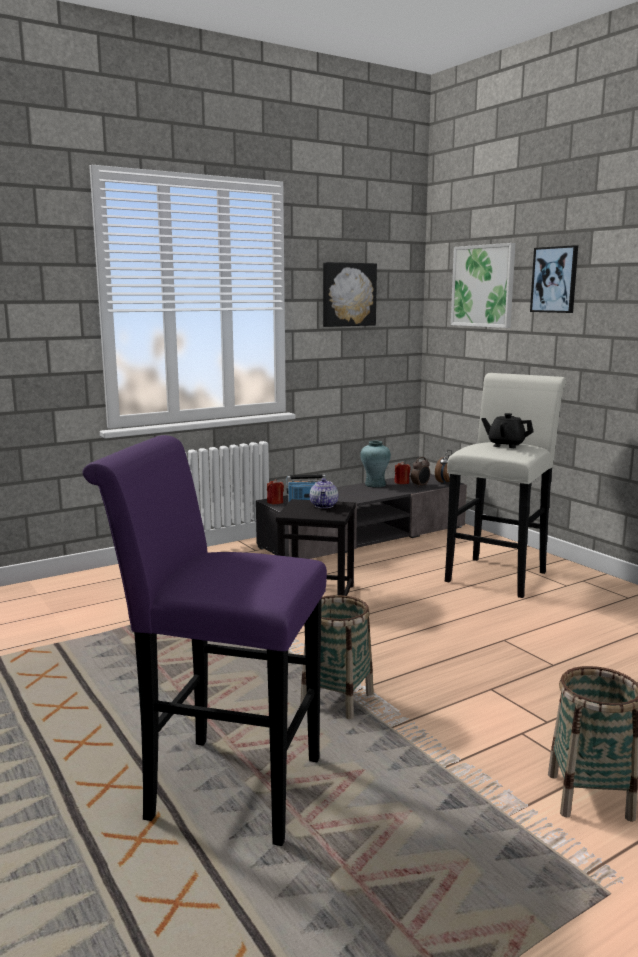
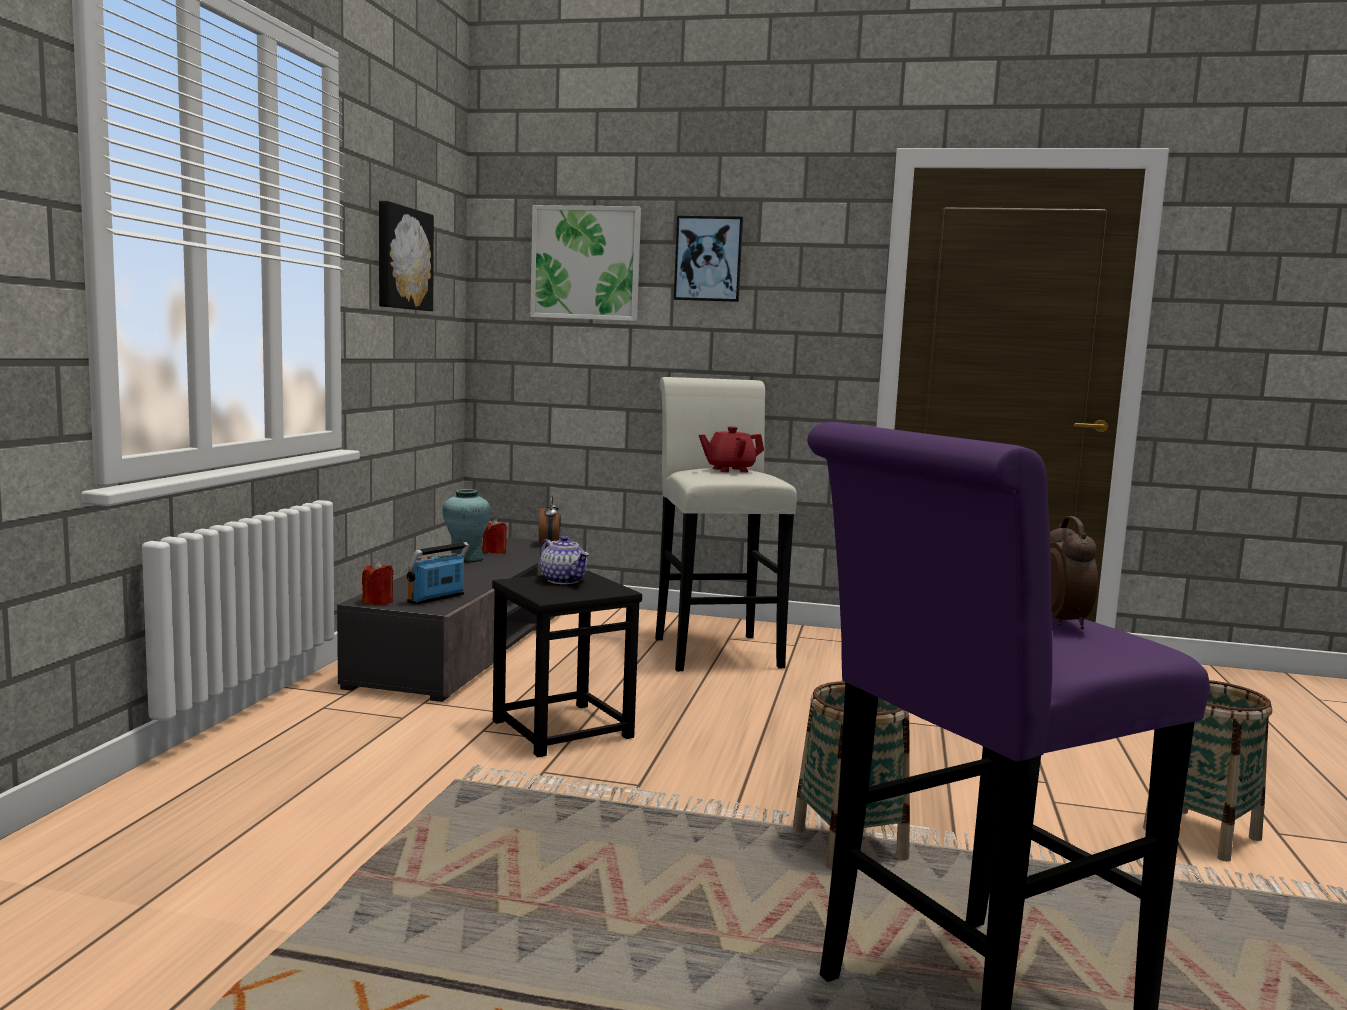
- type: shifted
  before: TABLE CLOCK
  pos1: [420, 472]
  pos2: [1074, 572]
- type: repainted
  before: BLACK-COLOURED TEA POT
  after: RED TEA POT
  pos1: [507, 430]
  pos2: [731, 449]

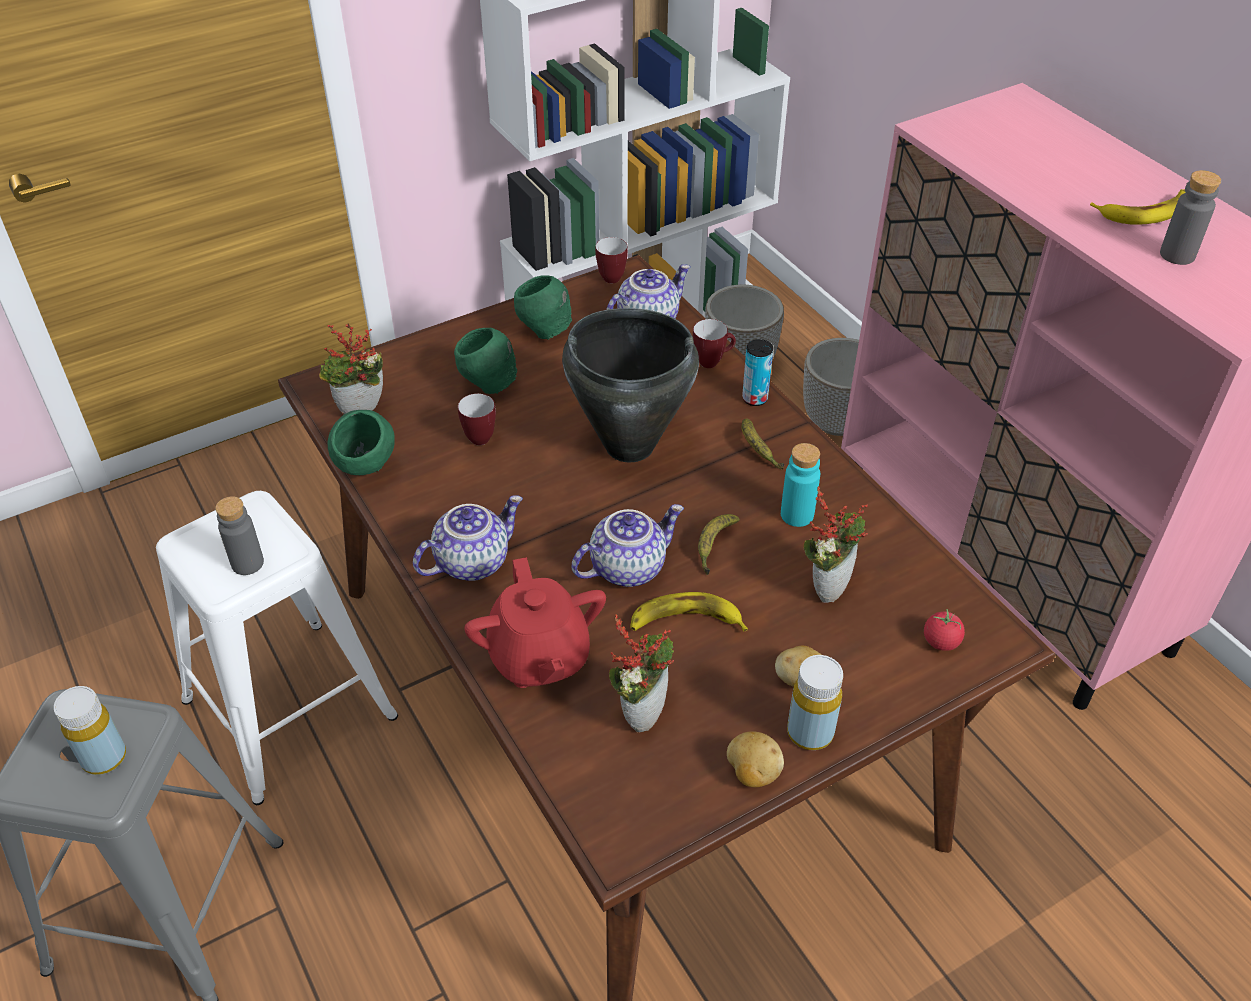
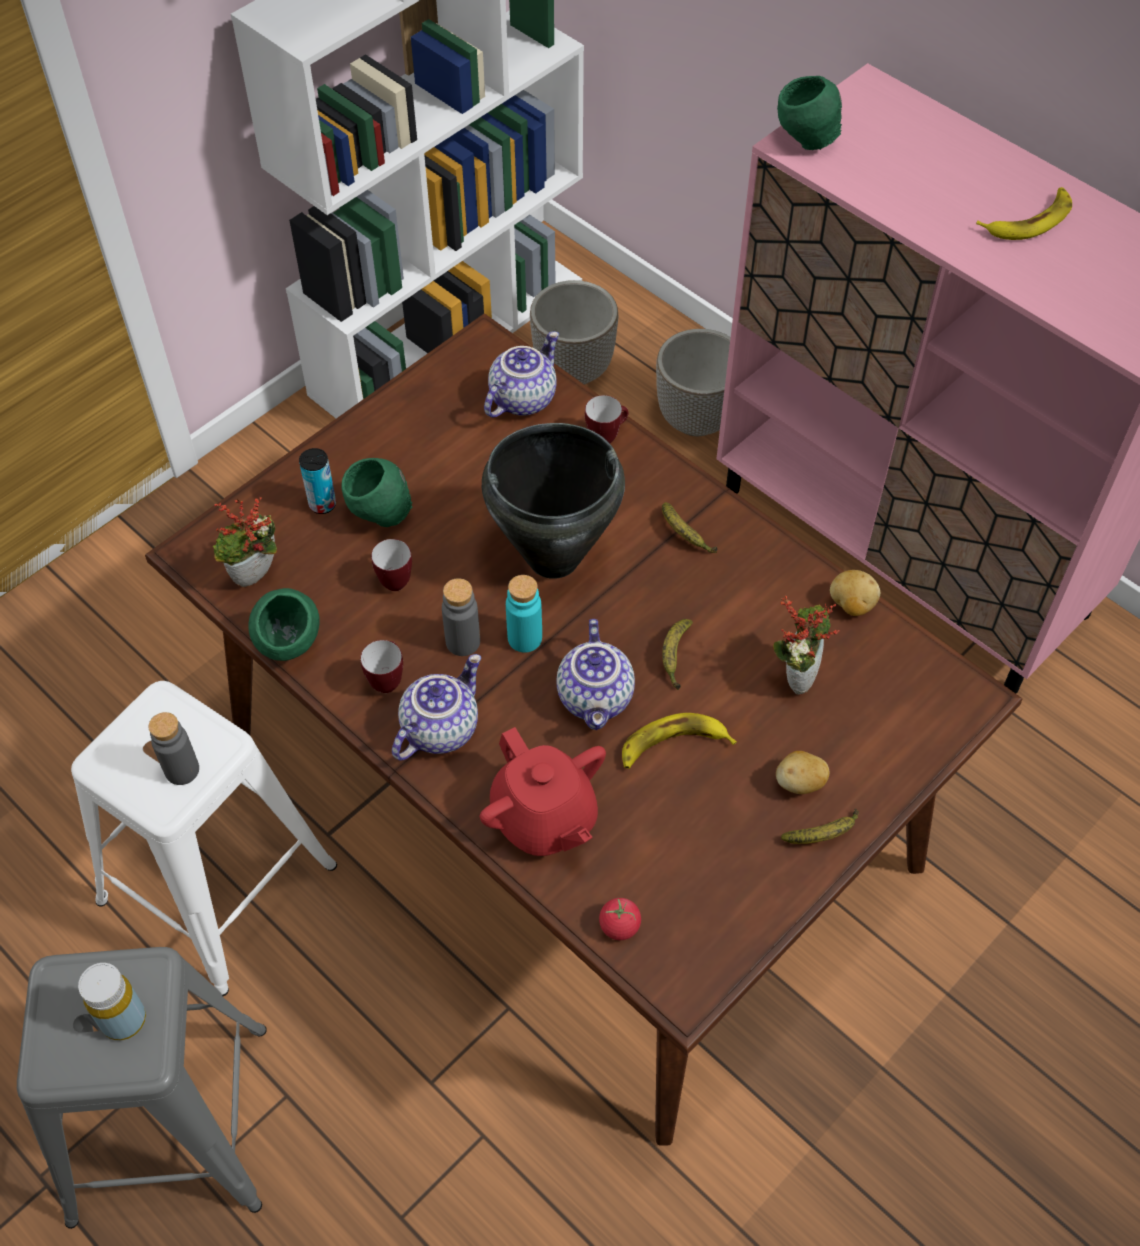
- type: shifted
  before: GREEN-COLOURED BOWL
  pos1: [543, 307]
  pos2: [809, 113]
- type: rotated
  before: TEA POT
  pos1: [628, 545]
  pos2: [595, 674]
  turn: 135
- type: shifted
  before: MUG
  pos1: [611, 260]
  pos2: [381, 666]
- type: gone
  before: HOUSEPLANT
  pos1: [641, 673]
- type: shifted
  before: SPUD
  pos1: [755, 759]
  pos2: [855, 593]
- type: shifted
  before: CAN
  pos1: [757, 372]
  pos2: [317, 481]
- type: shifted
  before: TURQUOISE-COLOURED DRINK BOTTLE
  pos1: [800, 485]
  pos2: [524, 614]
- type: swapped
  before: YELLOW DRINK BOTTLE
  after: BANANA FRUIT
  pos1: [815, 702]
  pos2: [820, 826]
- type: shifted
  before: FRESH TOMATO
  pos1: [944, 630]
  pos2: [620, 919]
- type: shifted
  before: GREY DRINK BOTTLE
  pos1: [1190, 217]
  pos2: [461, 617]

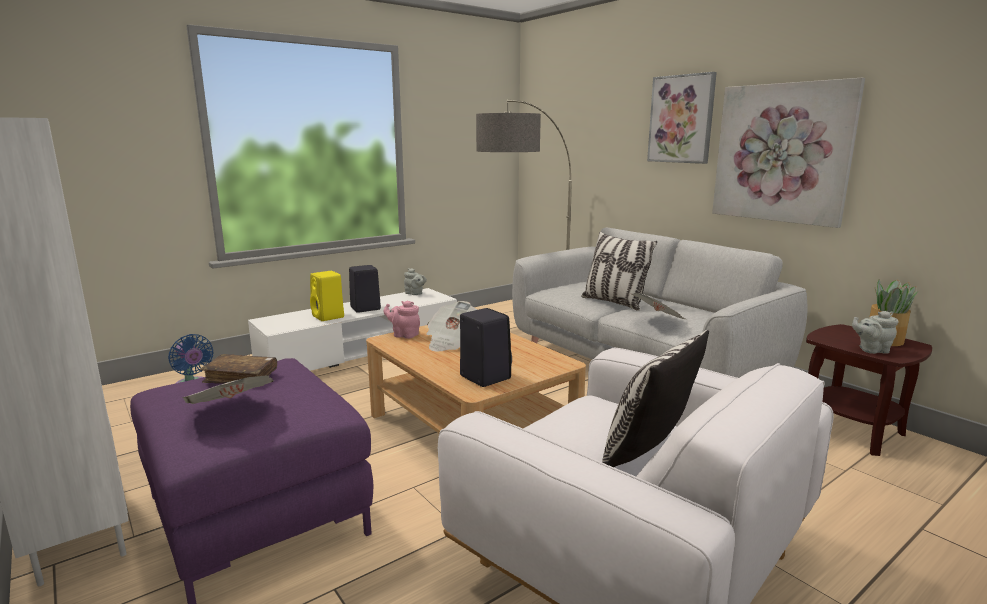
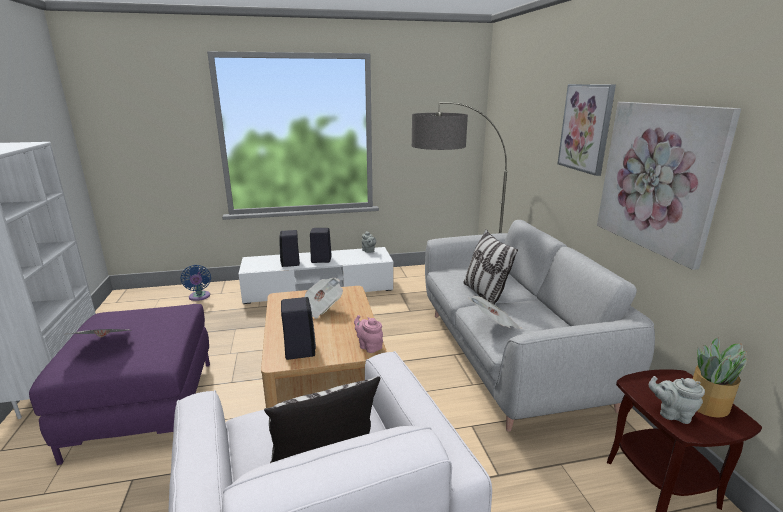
- type: gone
  before: BROWN BOOK
  pos1: [238, 369]
- type: repainted
  before: YELLOW SPEAKER
  after: BLACK-COLOURED SPEAKER
  pos1: [327, 296]
  pos2: [289, 248]
- type: shifted
  before: PINK TEA POT
  pos1: [401, 320]
  pos2: [368, 334]

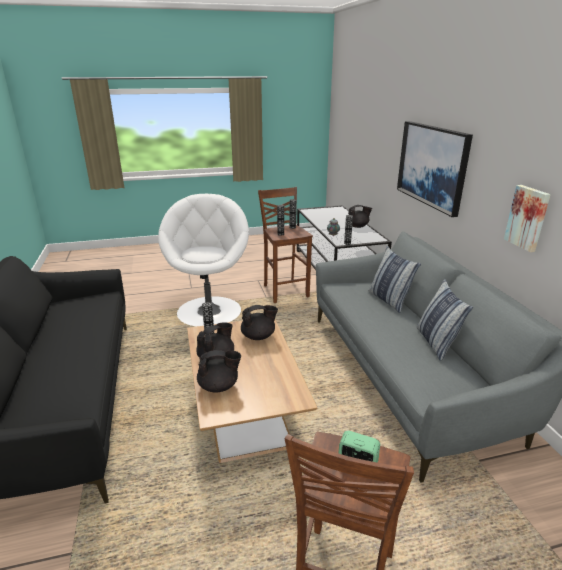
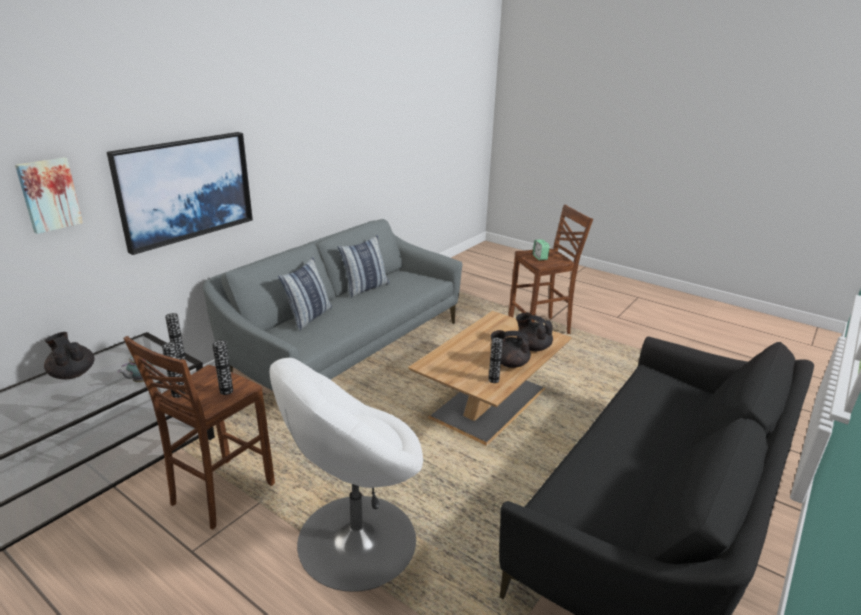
- type: gone
  before: BLACK-COLOURED TEA POT
  pos1: [259, 322]
- type: shifted
  before: WALL ART
  pos1: [527, 218]
  pos2: [49, 195]

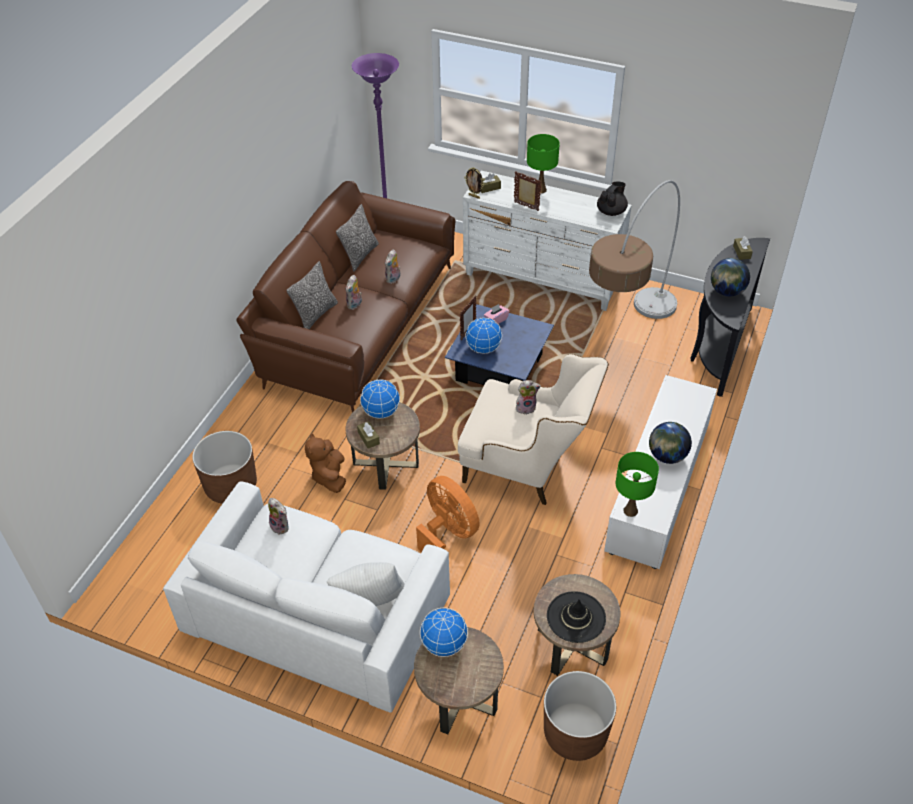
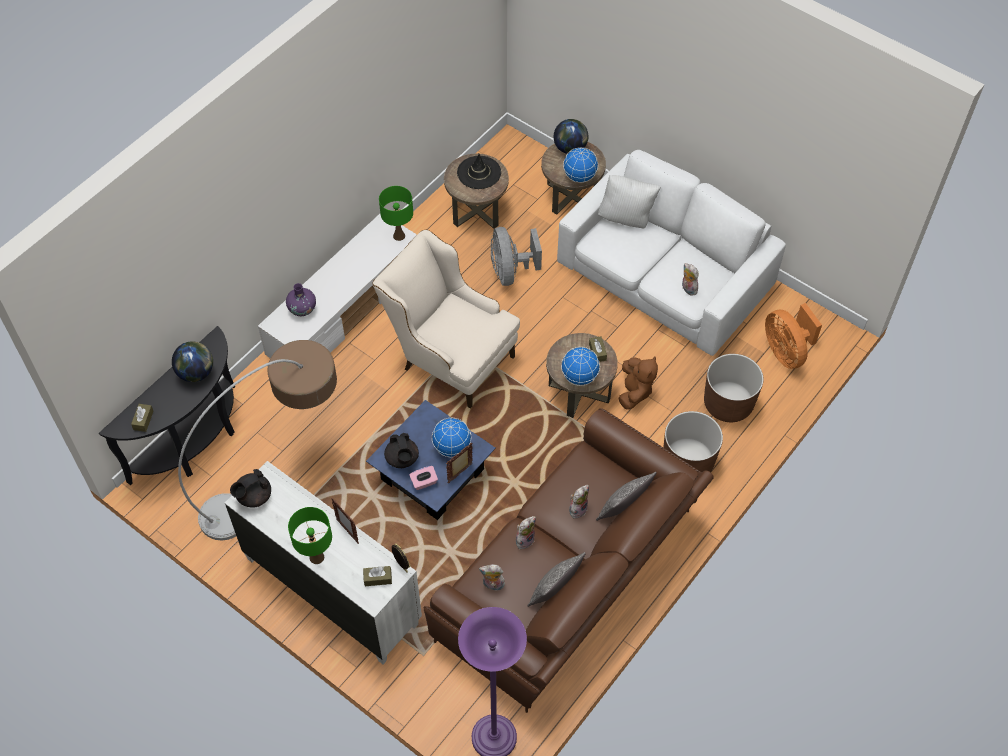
- type: shifted
  before: ORANGE ELECTRIC FAN
  pos1: [448, 514]
  pos2: [793, 336]
- type: shifted
  before: PLUSH TOY
  pos1: [528, 397]
  pos2: [492, 577]
- type: shifted
  before: BROWN PLANT POT
  pos1: [580, 716]
  pos2: [693, 441]
- type: shifted
  before: DESK GLOBE
  pos1: [670, 443]
  pos2: [571, 136]
- type: new
  after: PURPLE-COLOURED FLOWER VASE
  pos2: [301, 299]
- type: new
  after: BLACK-COLOURED TEA POT
  pos2: [401, 450]
- type: new
  after: GREY ELECTRIC FAN
  pos2: [516, 256]

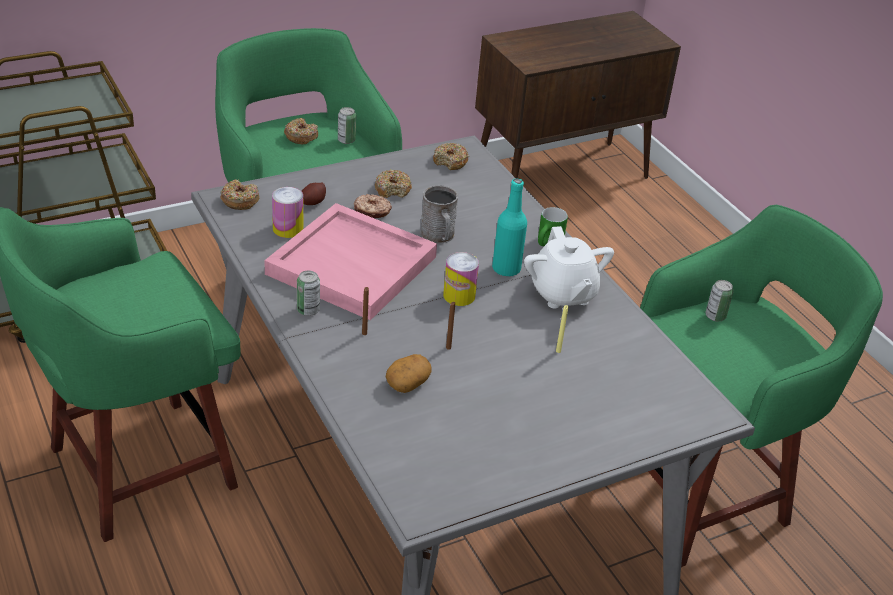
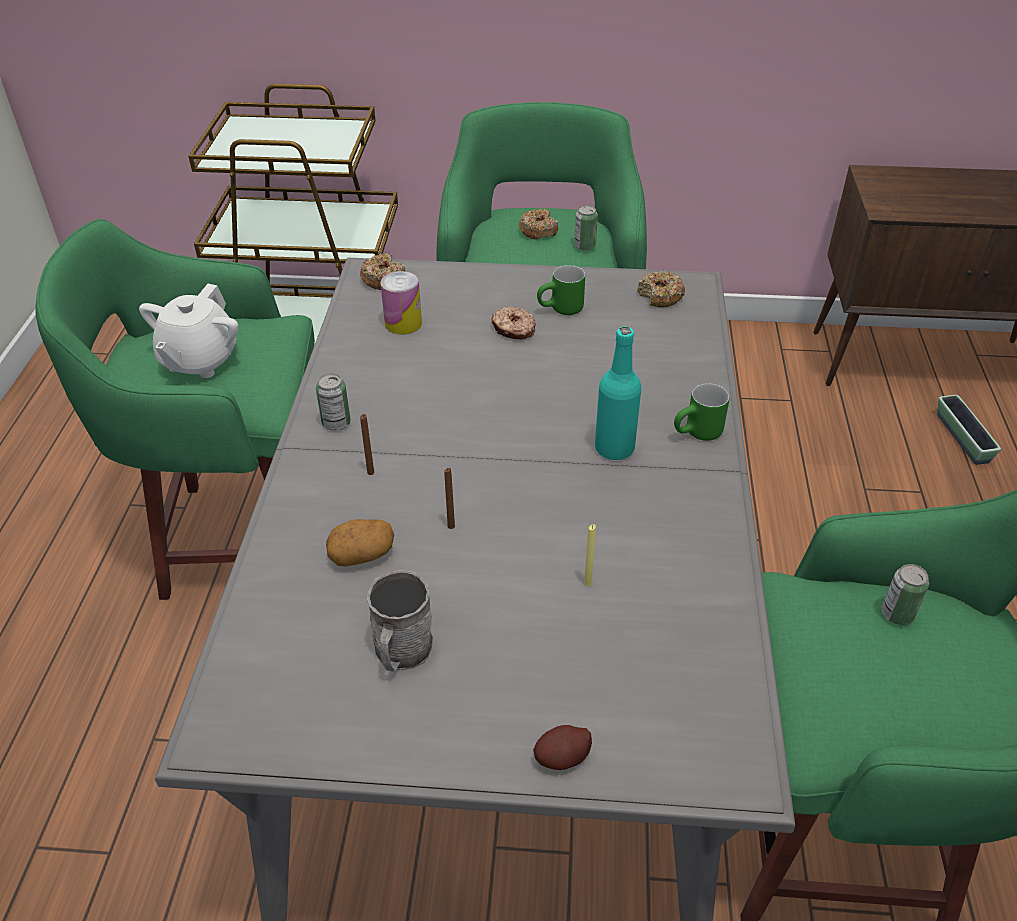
- type: gone
  before: PINK SERVING TRAY
  pos1: [350, 261]
- type: shifted
  before: SPUD
  pos1: [313, 194]
  pos2: [562, 747]
- type: swapped
  before: DOUGHNUT
  after: GREEN-COLOURED MUG
  pos1: [393, 184]
  pos2: [561, 290]
- type: shifted
  before: GREY MUG
  pos1: [439, 214]
  pos2: [400, 621]
- type: gone
  before: CAN
  pos1: [461, 279]
- type: shifted
  before: WHITE-COLOURED TEA POT
  pos1: [569, 267]
  pos2: [189, 331]
- type: new
  after: PLANT POT
  pos2: [969, 430]

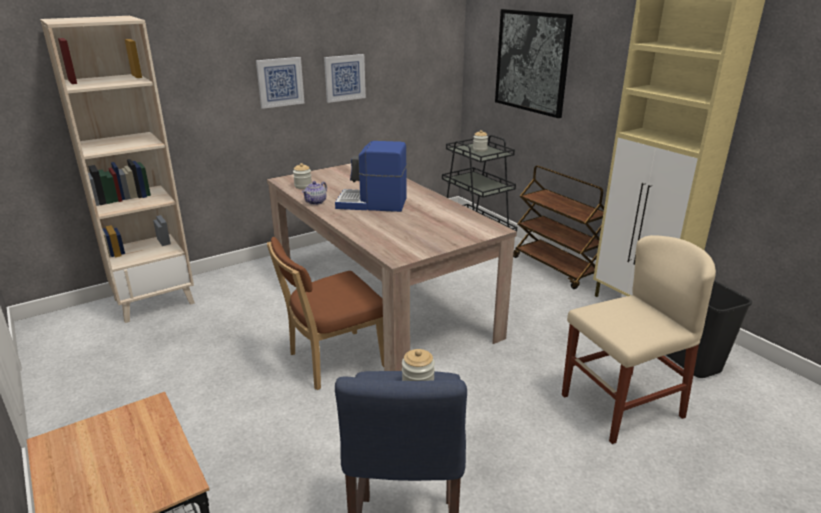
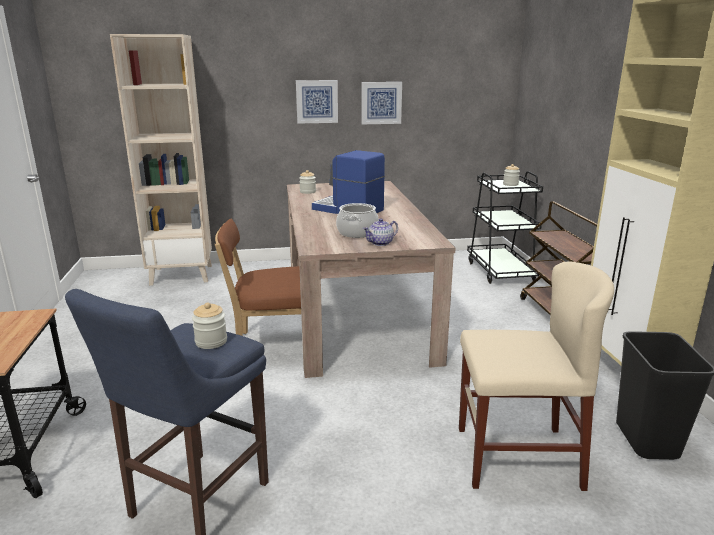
- type: shifted
  before: TEA POT
  pos1: [314, 193]
  pos2: [380, 232]
- type: gone
  before: WALL ART
  pos1: [534, 63]
- type: new
  after: STOCKPOT
  pos2: [357, 220]

